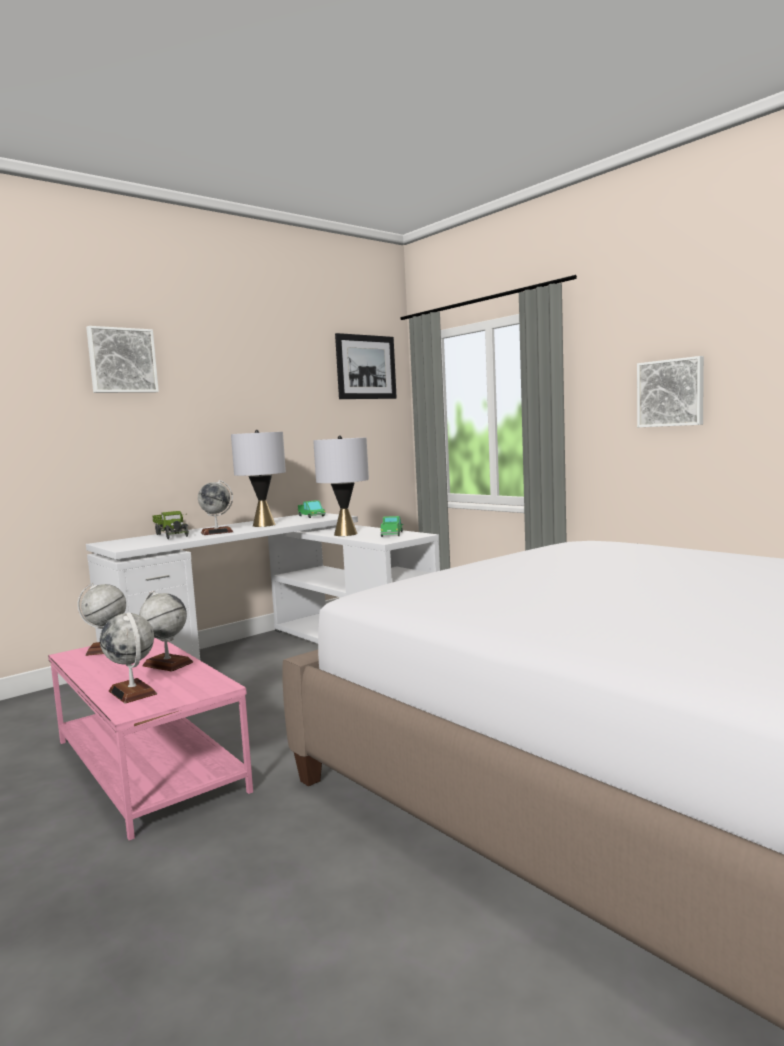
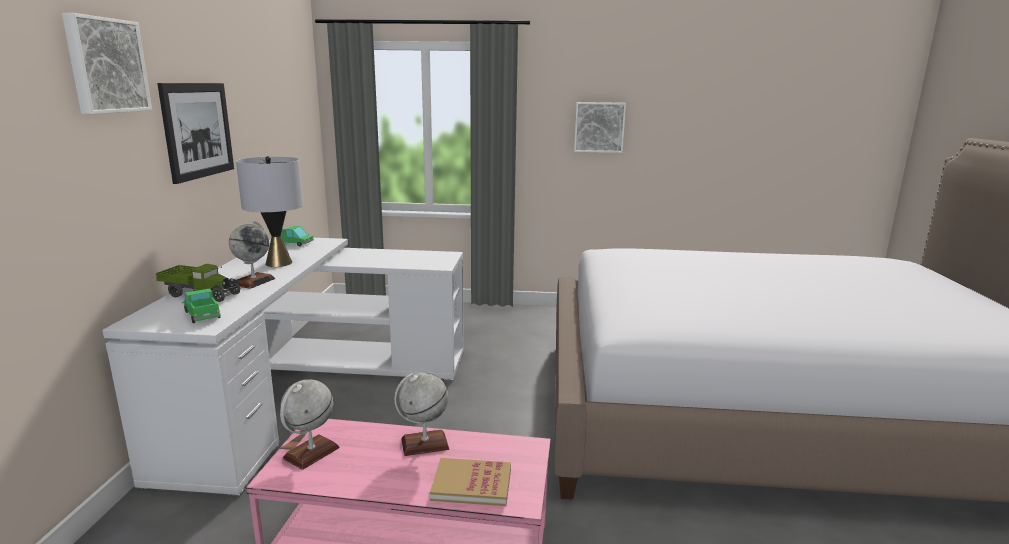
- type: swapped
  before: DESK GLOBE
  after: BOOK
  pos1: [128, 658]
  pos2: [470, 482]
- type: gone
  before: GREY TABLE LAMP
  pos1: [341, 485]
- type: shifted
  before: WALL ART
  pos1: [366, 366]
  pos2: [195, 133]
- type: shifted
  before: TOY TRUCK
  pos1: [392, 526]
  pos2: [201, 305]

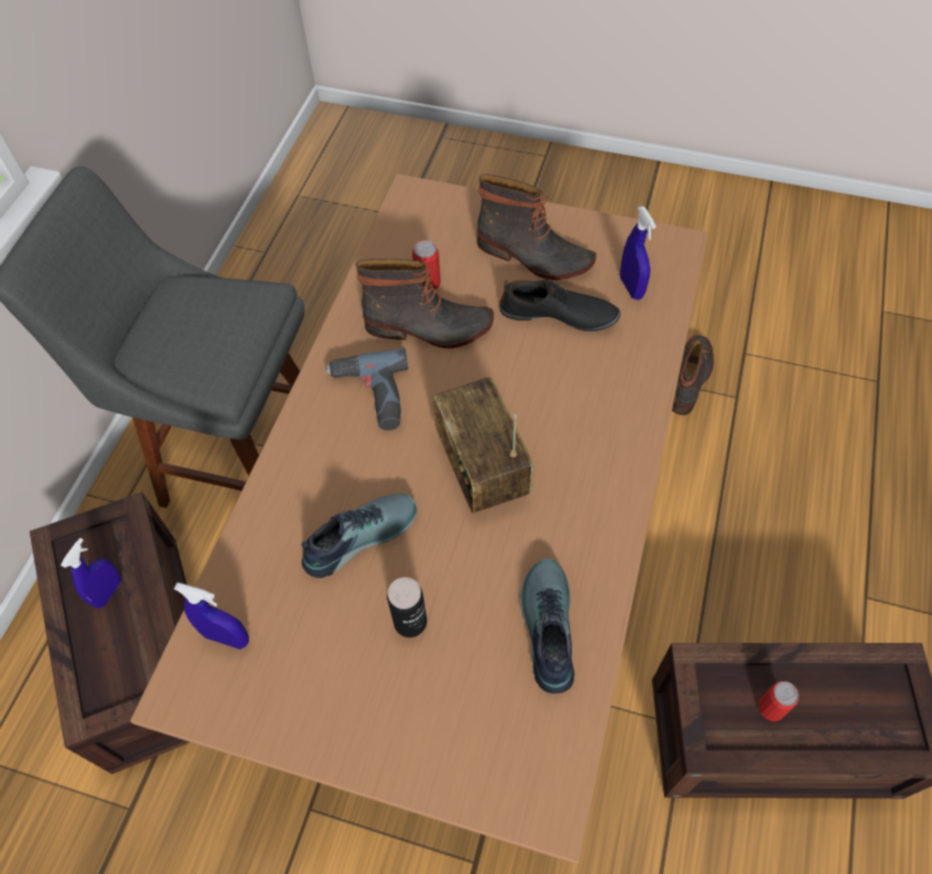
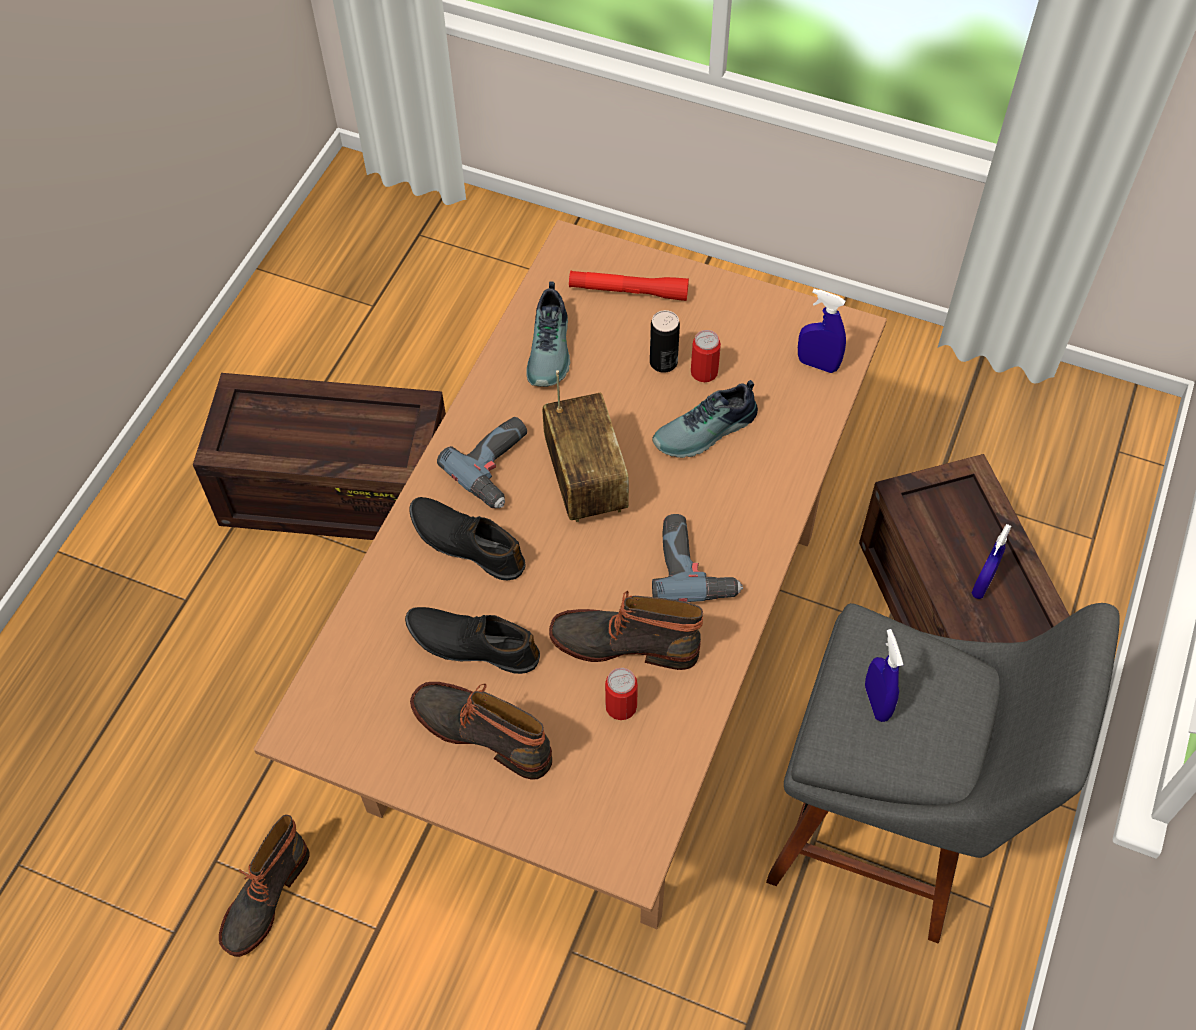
- type: shifted
  before: BLUE-COLOURED SPRAY BOTTLE
  pos1: [638, 253]
  pos2: [884, 675]
- type: shifted
  before: CAN
  pos1: [778, 701]
  pos2: [706, 356]
- type: new
  after: BLACK-COLOURED LOW SHOE
  pos2: [467, 539]
- type: new
  after: POWER DRILL
  pos2: [482, 462]
- type: new
  after: RED HAND TORCH
  pos2: [629, 286]

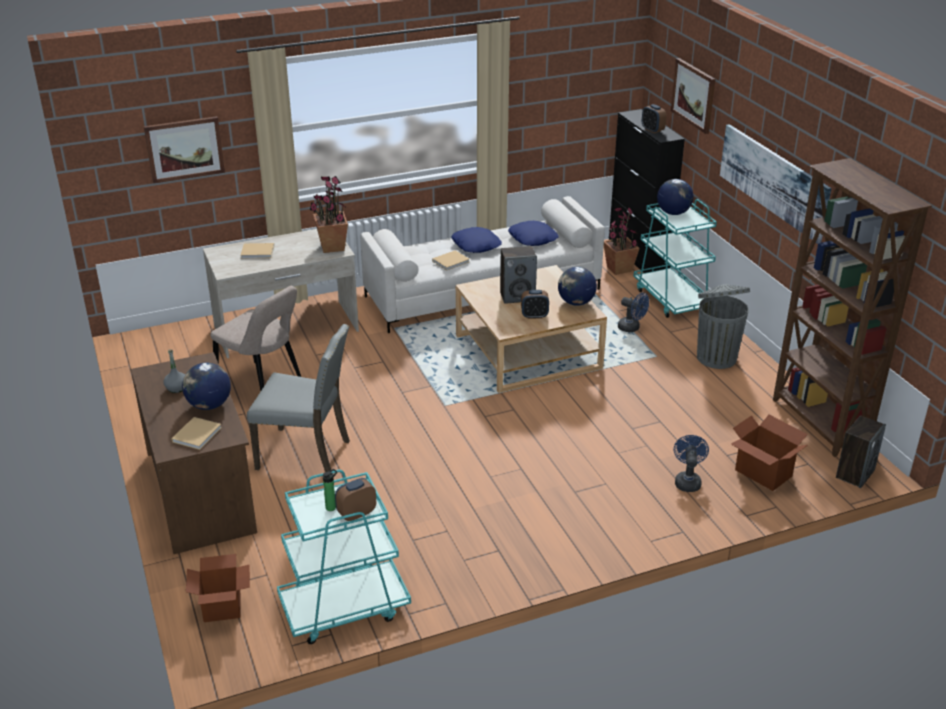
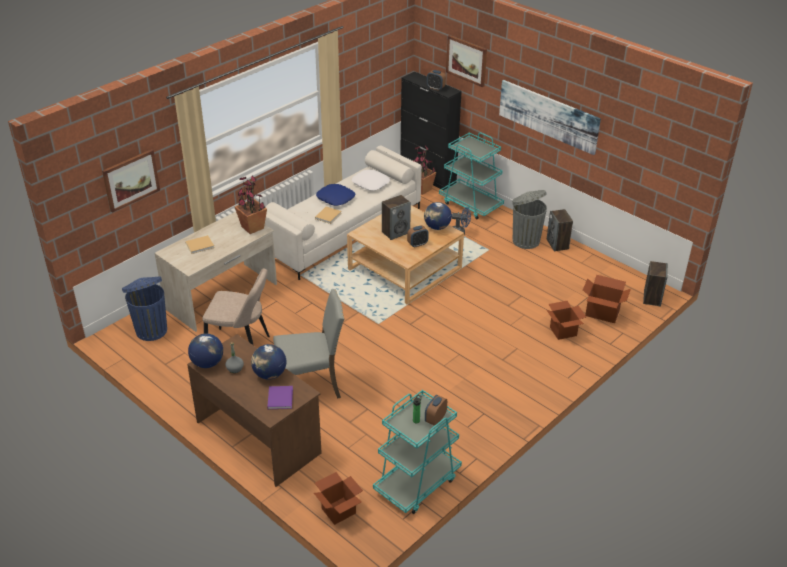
- type: repainted
  before: SAND-COLOURED BOOK
  after: PURPLE-COLOURED BOOK
  pos1: [196, 433]
  pos2: [280, 397]
- type: repainted
  before: BLUE-COLOURED THROW PILLOW
  after: WHITE-COLOURED THROW PILLOW
  pos1: [533, 233]
  pos2: [371, 180]
- type: shifted
  before: DESK GLOBE
  pos1: [675, 197]
  pos2: [205, 350]
- type: swapped
  before: BLUE-COLOURED ELECTRIC FAN
  after: CARDBOARD BOX
  pos1: [691, 463]
  pos2: [566, 320]
- type: gone
  before: BROWN SHELVING UNIT
  pos1: [852, 307]
- type: new
  after: BLUE-COLOURED WASTE BIN
  pos2: [144, 309]
- type: new
  after: SPEAKER
  pos2: [560, 230]

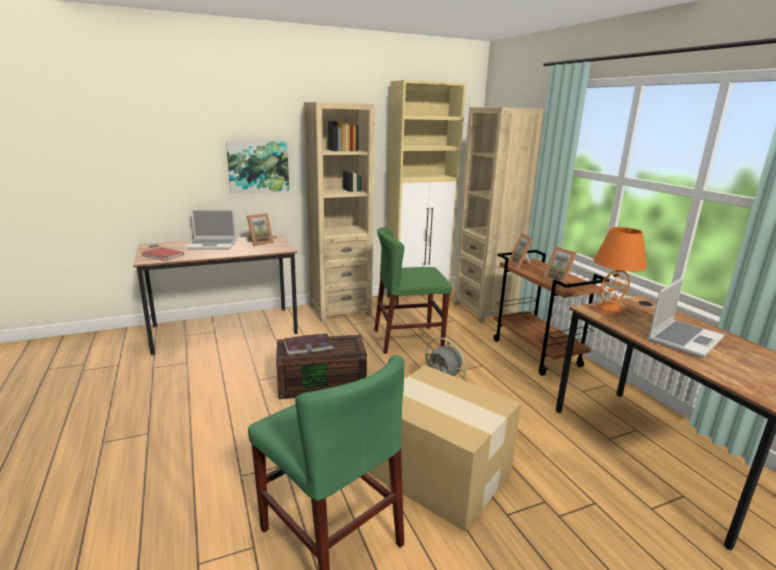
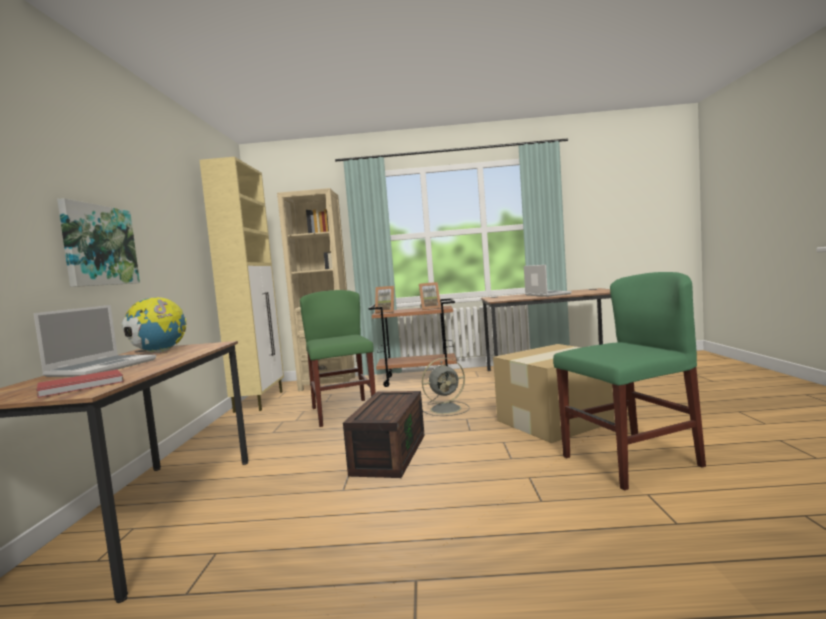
- type: swapped
  before: PHOTO FRAME
  after: DESK GLOBE
  pos1: [260, 229]
  pos2: [153, 325]
- type: gone
  before: BOOK
  pos1: [309, 344]
- type: gone
  before: SAND-COLOURED SHELVING UNIT
  pos1: [339, 212]
- type: rotated
  before: GREEN-COLOURED PLAIN CHAIR
  pos1: [413, 290]
  pos2: [338, 358]
  turn: 150
- type: gone
  before: ORANGE TABLE LAMP
  pos1: [620, 272]

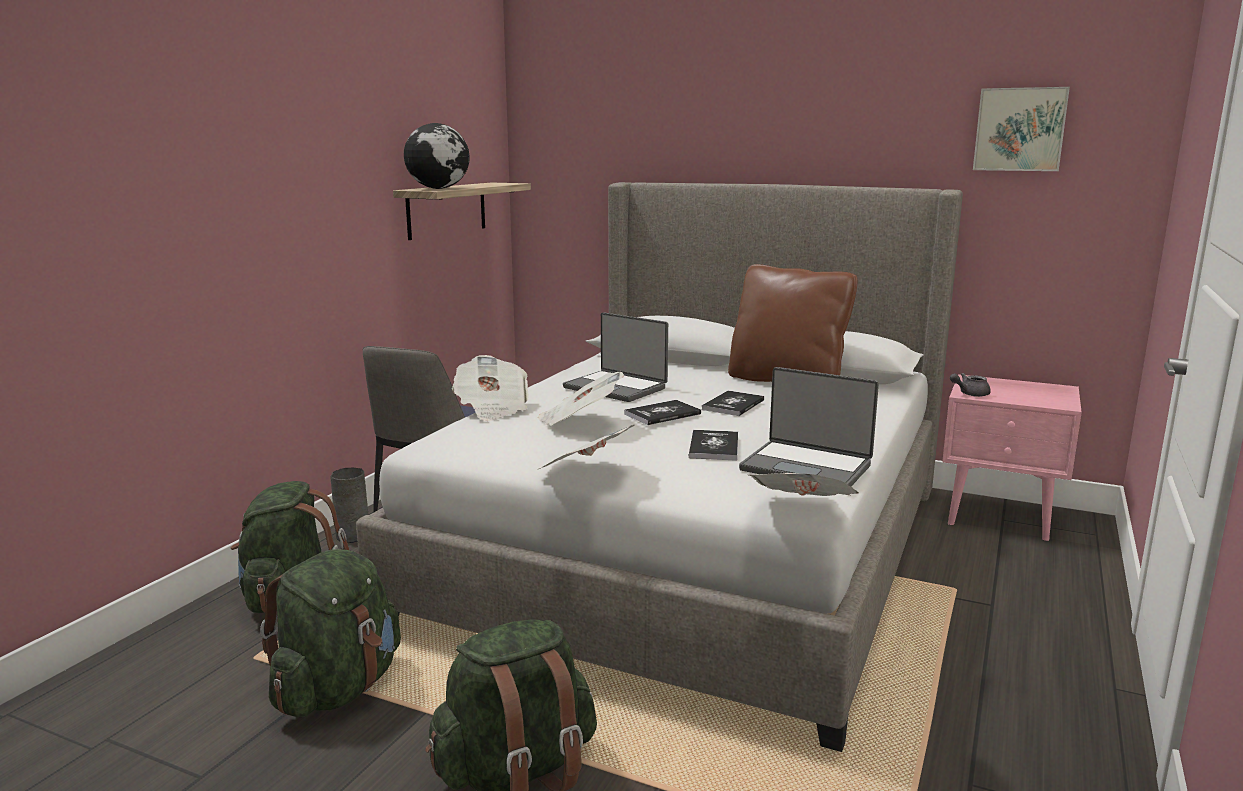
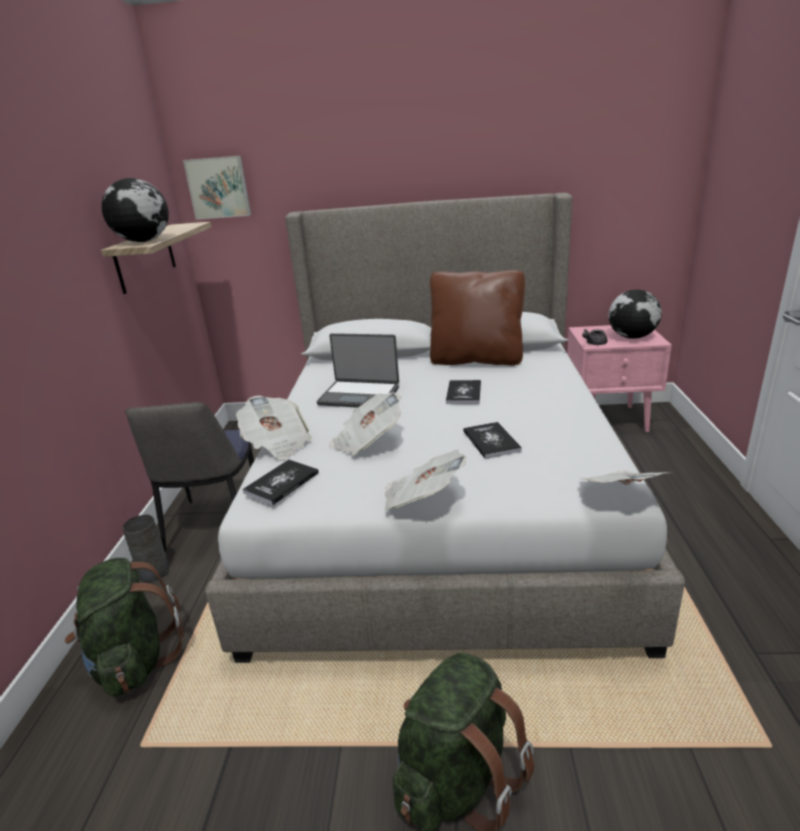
- type: gone
  before: GREEN-COLOURED RUCKSACK
  pos1: [330, 633]
- type: shifted
  before: BOOK
  pos1: [662, 412]
  pos2: [280, 482]
- type: gone
  before: LAPTOP
  pos1: [809, 426]
- type: shifted
  before: WALL ART
  pos1: [1021, 129]
  pos2: [217, 188]
- type: new
  after: DESK GLOBE
  pos2: [635, 314]

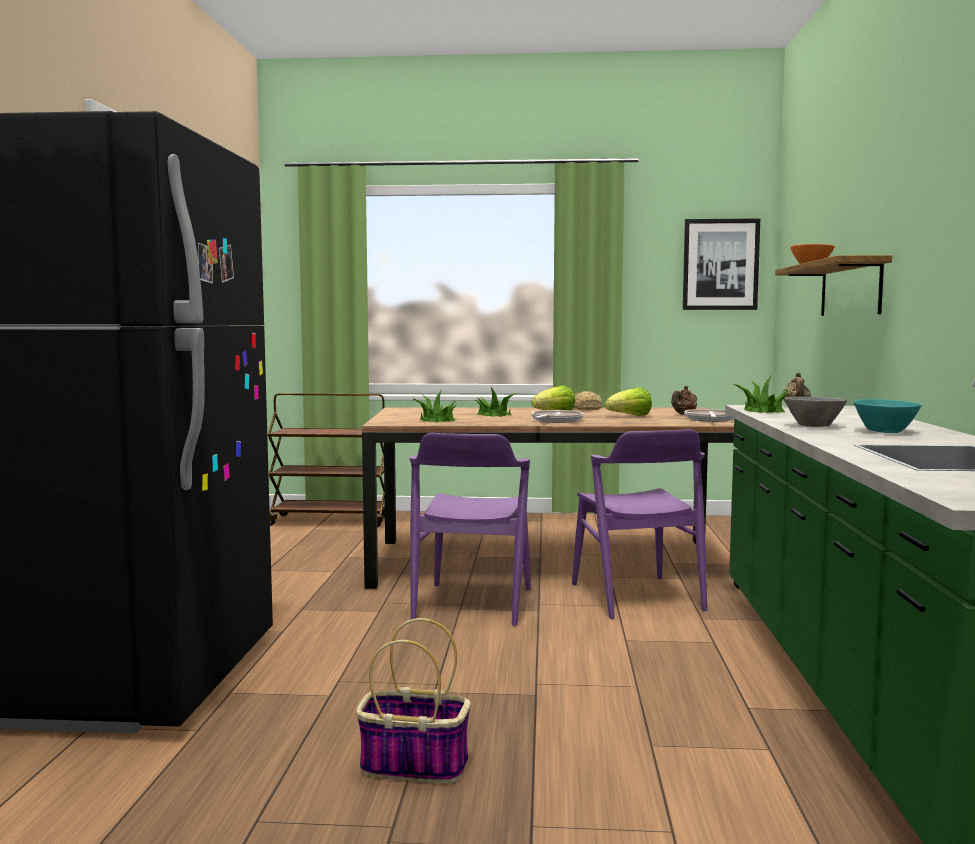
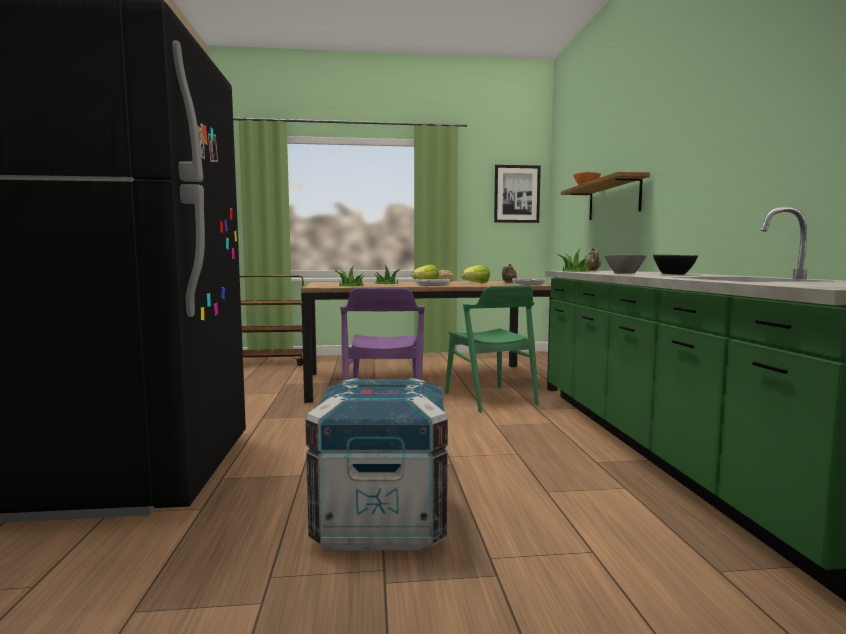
- type: swapped
  before: STORAGE BASKET
  after: PACKING CRATE
  pos1: [413, 701]
  pos2: [376, 464]
- type: repainted
  before: PURPLE-COLOURED PLAIN CHAIR
  after: GREEN-COLOURED PLAIN CHAIR
  pos1: [639, 524]
  pos2: [492, 349]
- type: repainted
  before: TURQUOISE-COLOURED BOWL
  after: BLACK-COLOURED BOWL
  pos1: [888, 416]
  pos2: [675, 265]

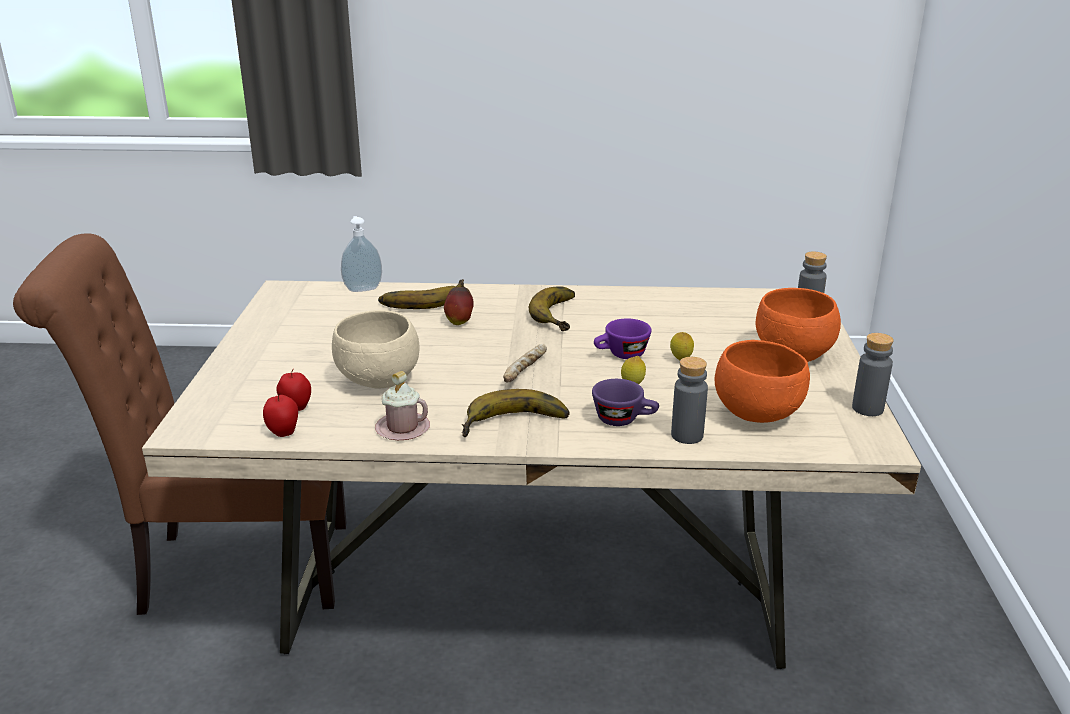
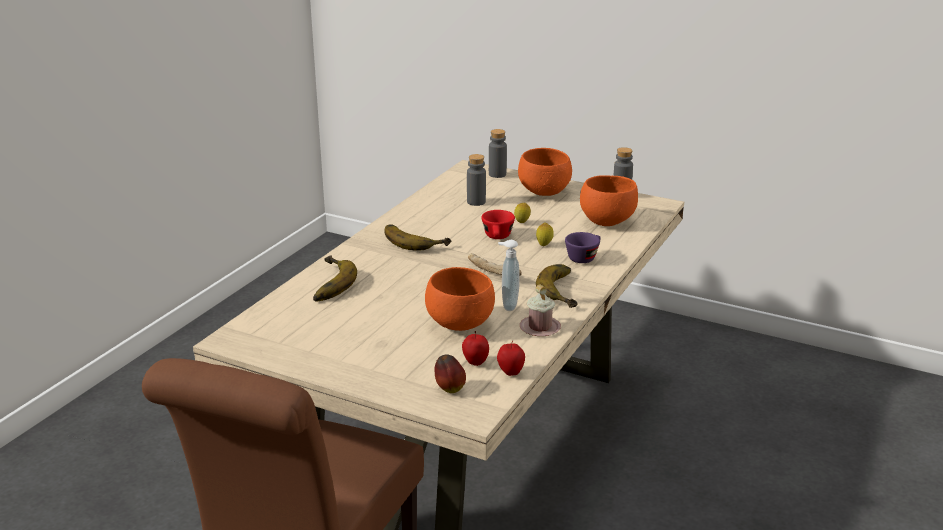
- type: repainted
  before: SAND-COLOURED BOWL
  after: ORANGE BOWL
  pos1: [375, 349]
  pos2: [460, 299]
- type: shifted
  before: LIQUID SOAP BOTTLE
  pos1: [361, 254]
  pos2: [509, 275]
- type: shifted
  before: APPLE FRUIT
  pos1: [459, 306]
  pos2: [450, 373]
- type: repainted
  before: PURPLE-COLOURED DRINKING CUP
  after: RED DRINKING CUP
  pos1: [623, 339]
  pos2: [498, 224]
- type: shifted
  before: GREY DRINK BOTTLE
  pos1: [689, 400]
  pos2: [476, 180]

